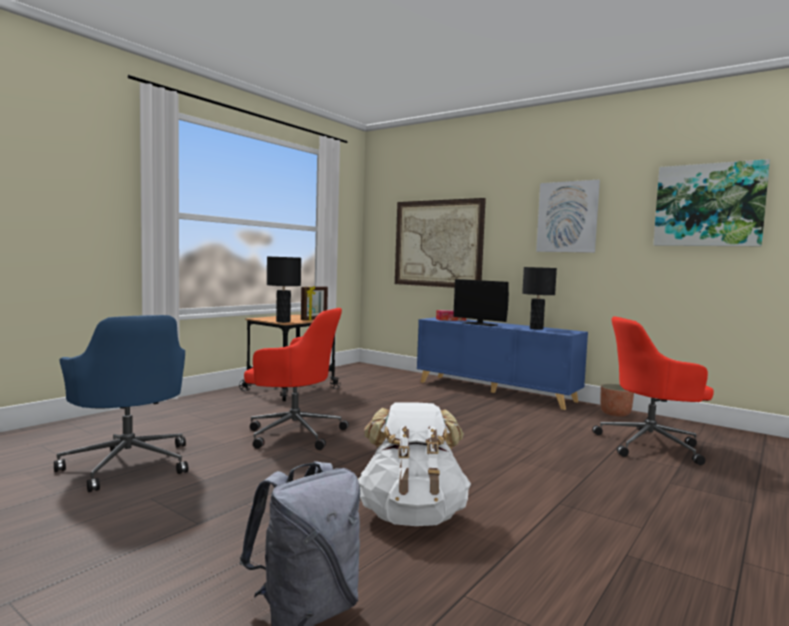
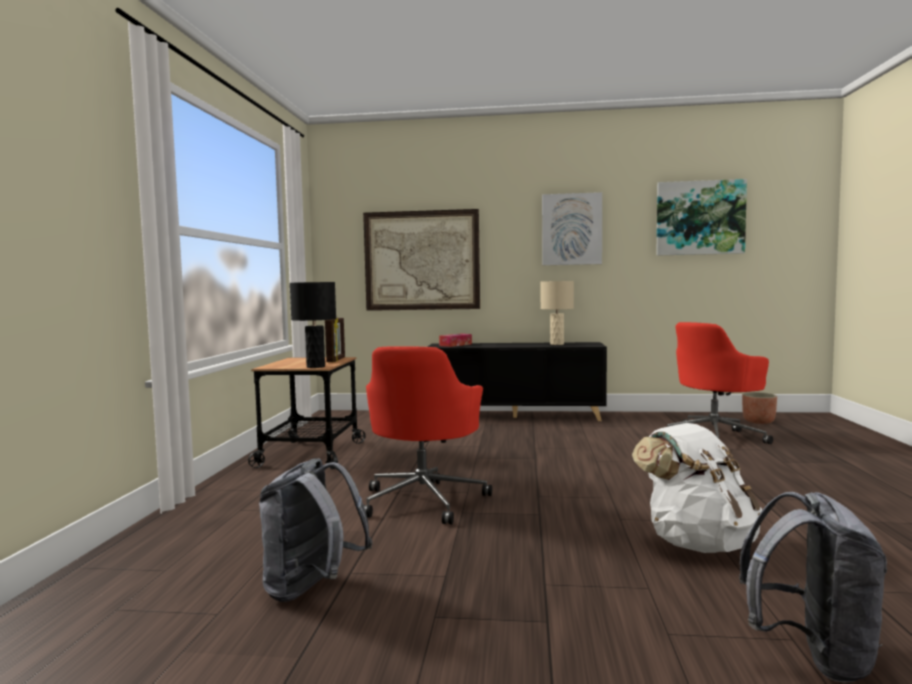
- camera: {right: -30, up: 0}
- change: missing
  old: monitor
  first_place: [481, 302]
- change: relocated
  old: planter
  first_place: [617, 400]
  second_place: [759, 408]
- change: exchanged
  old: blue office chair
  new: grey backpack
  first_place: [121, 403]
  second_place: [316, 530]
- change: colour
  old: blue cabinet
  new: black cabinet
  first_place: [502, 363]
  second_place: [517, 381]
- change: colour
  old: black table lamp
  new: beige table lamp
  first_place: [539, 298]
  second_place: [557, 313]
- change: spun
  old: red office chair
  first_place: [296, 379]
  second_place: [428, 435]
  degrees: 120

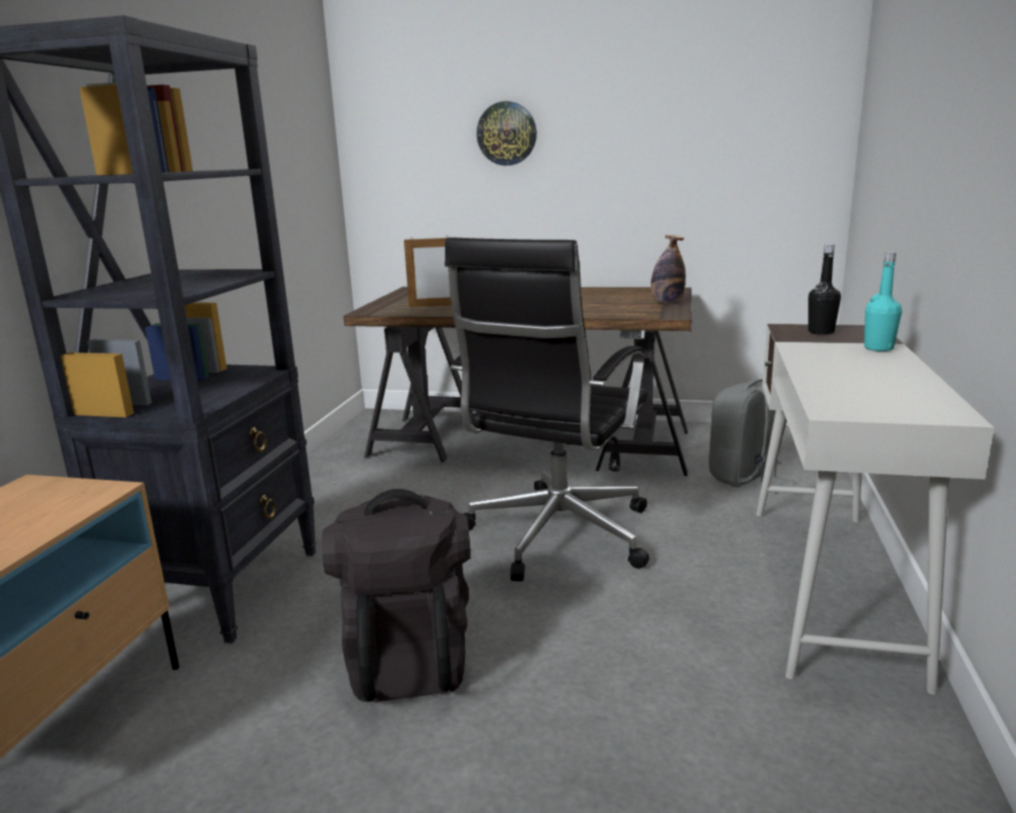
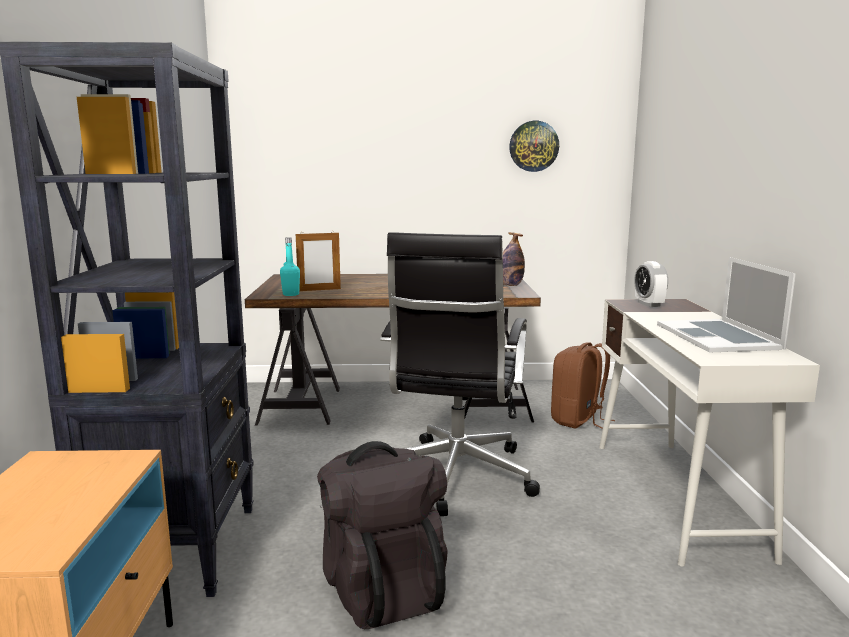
- camera: {right: -15, up: -5}
- change: appeared
  new: laptop
  second_place: [726, 305]
- change: relocated
  old: wall clock
  first_place: [507, 133]
  second_place: [534, 146]
- change: relocated
  old: turquoise bottle
  first_place: [883, 301]
  second_place: [290, 266]
- change: exchanged
  old: black bottle
  new: alarm clock
  first_place: [824, 289]
  second_place: [651, 284]
- change: colour
  old: grey backpack
  new: brown backpack
  first_place: [751, 433]
  second_place: [583, 385]

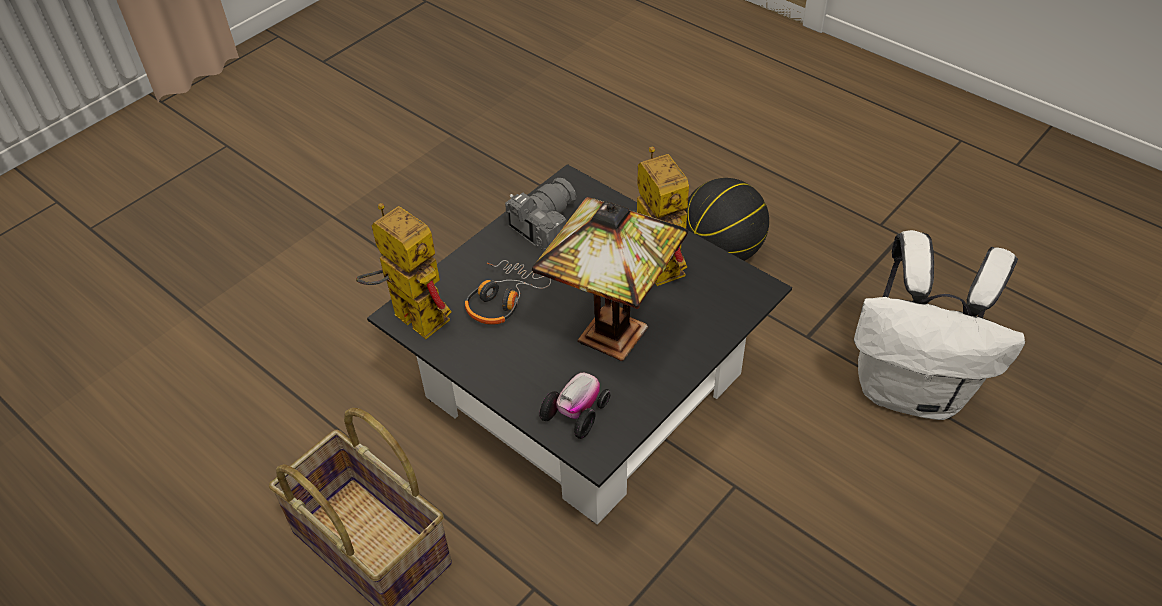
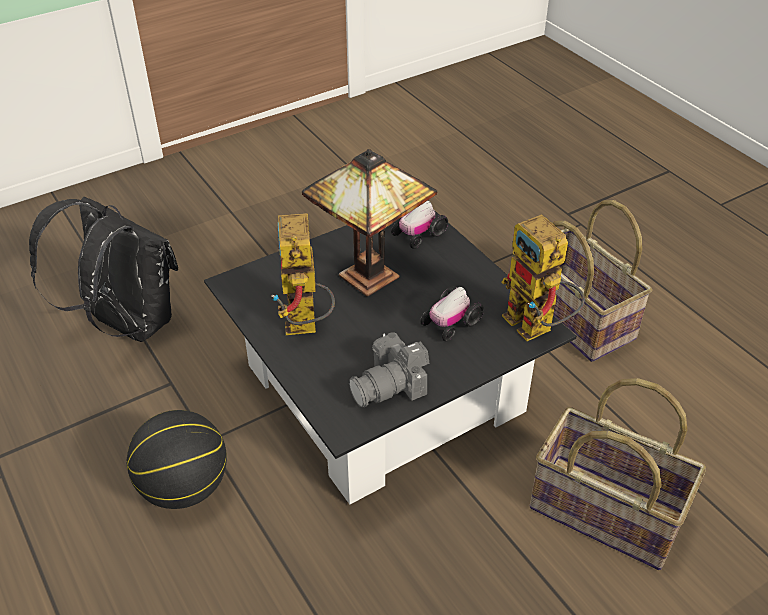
- camera: {right: -165, up: -5}
- change: appeared
  new: basket
  second_place: [618, 474]
- change: exchanged
  old: headphones
  new: toy car
  first_place: [508, 292]
  second_place: [452, 314]
- change: colour
  old: white backpack
  new: black backpack
  first_place: [939, 325]
  second_place: [103, 269]

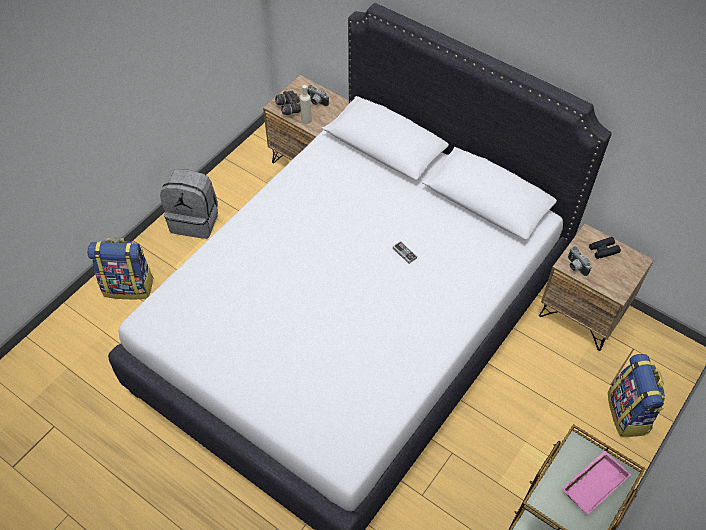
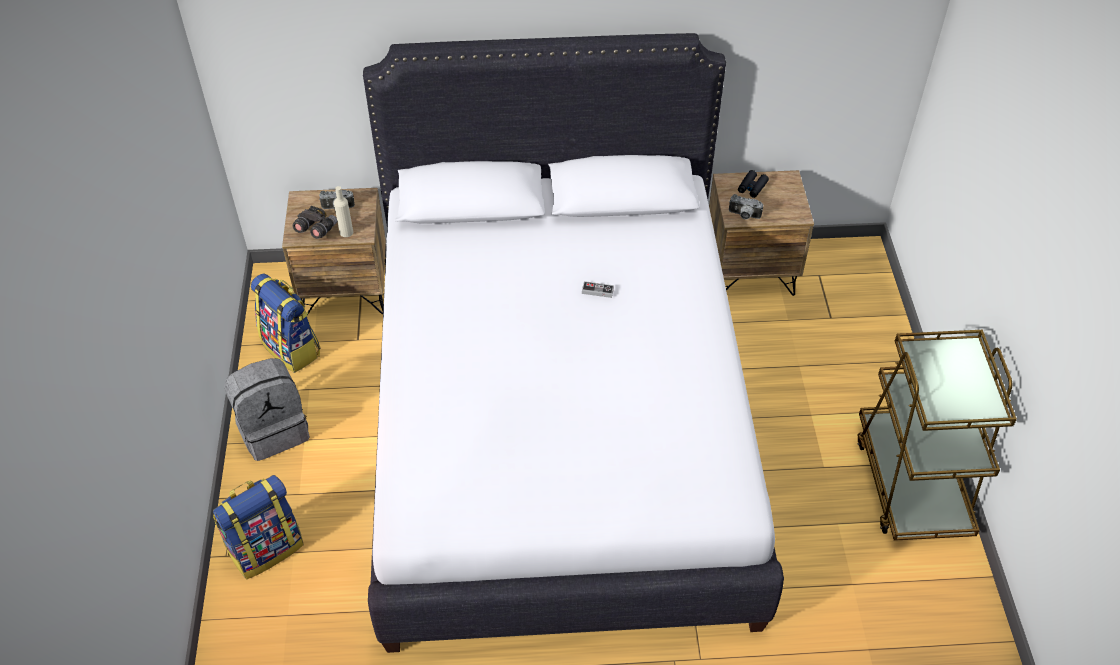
- camera: {right: -40, up: -5}
- change: missing
  old: pink tray
  first_place: [596, 482]
- change: relocated
  old: backpack
  first_place: [636, 395]
  second_place: [285, 323]

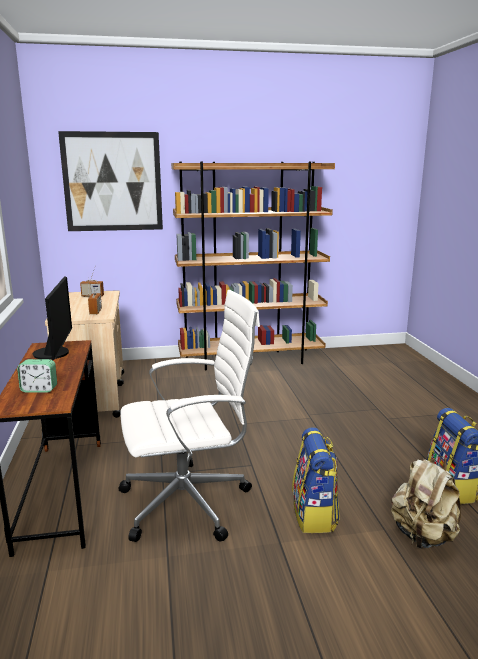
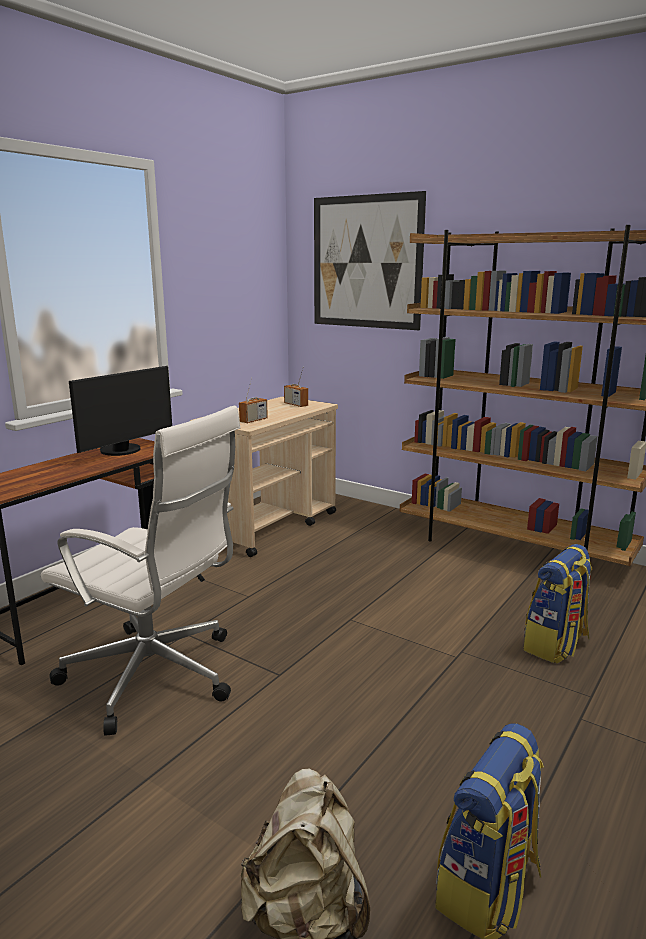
- camera: {right: 45, up: 0}
- change: missing
  old: alarm clock
  first_place: [37, 376]
- change: relocated
  old: backpack
  first_place: [316, 480]
  second_place: [558, 604]

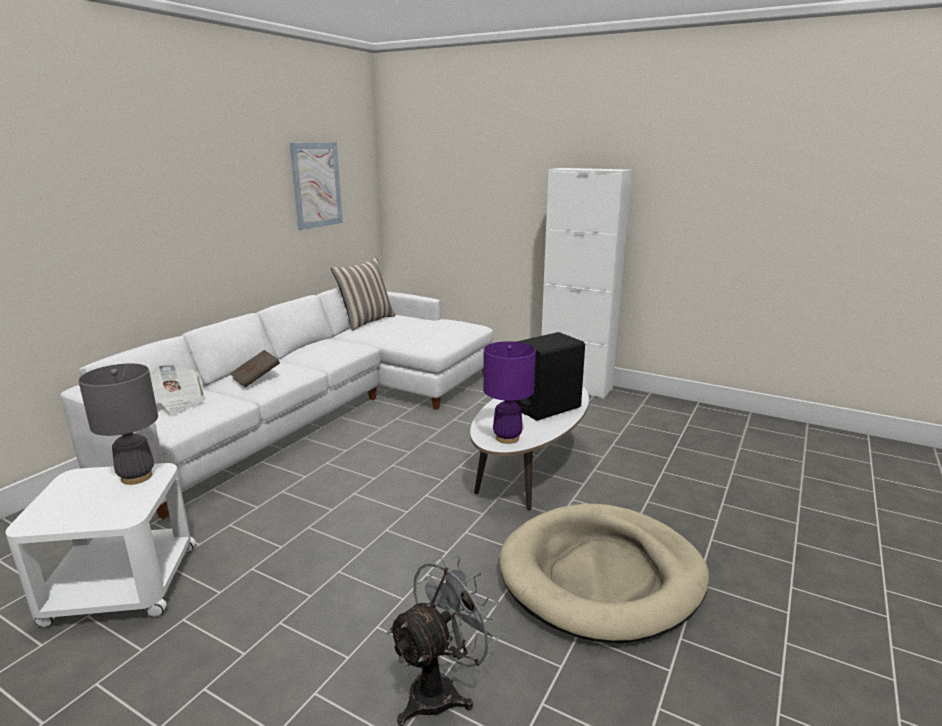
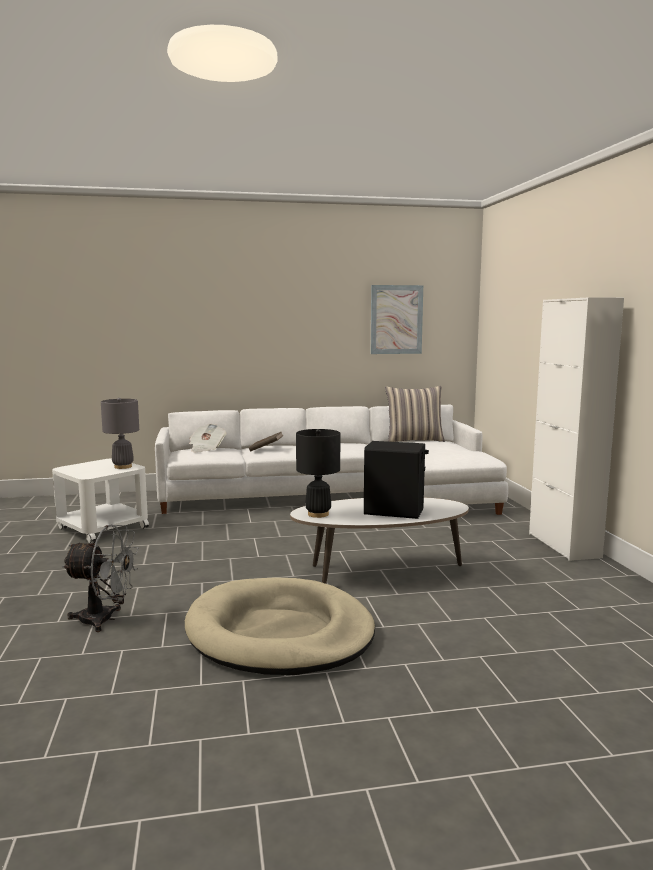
- camera: {right: 50, up: -10}
- change: colour
  old: purple table lamp
  new: black table lamp
  first_place: [509, 392]
  second_place: [318, 473]

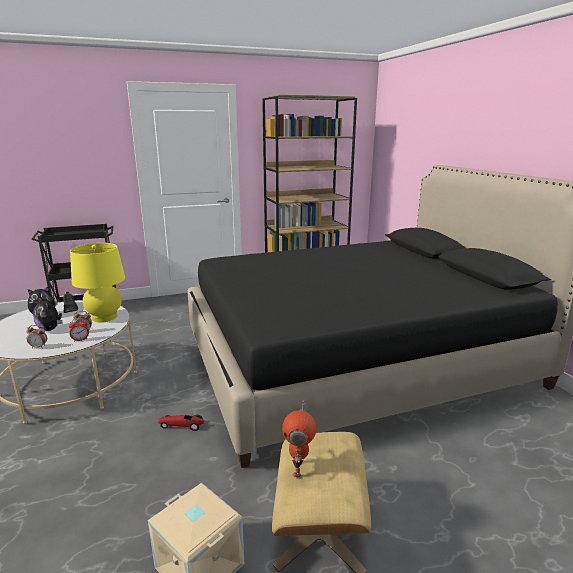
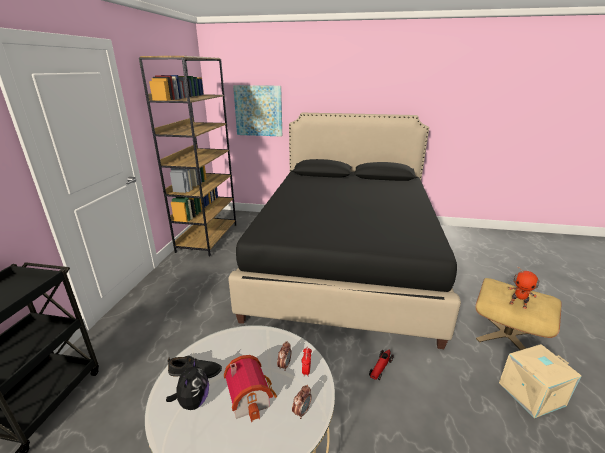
- camera: {right: -60, up: 5}
- change: missing
  old: yellow table lamp
  first_place: [97, 282]
- change: appeared
  new: picture
  second_place: [257, 111]
- change: exchanged
  old: plush toy
  new: toy house
  first_place: [48, 314]
  second_place: [250, 388]

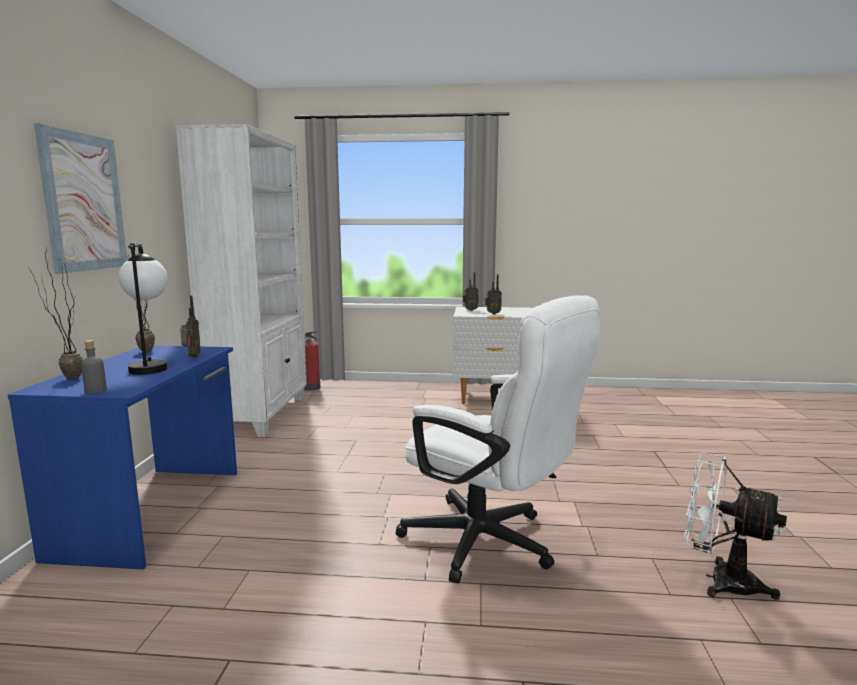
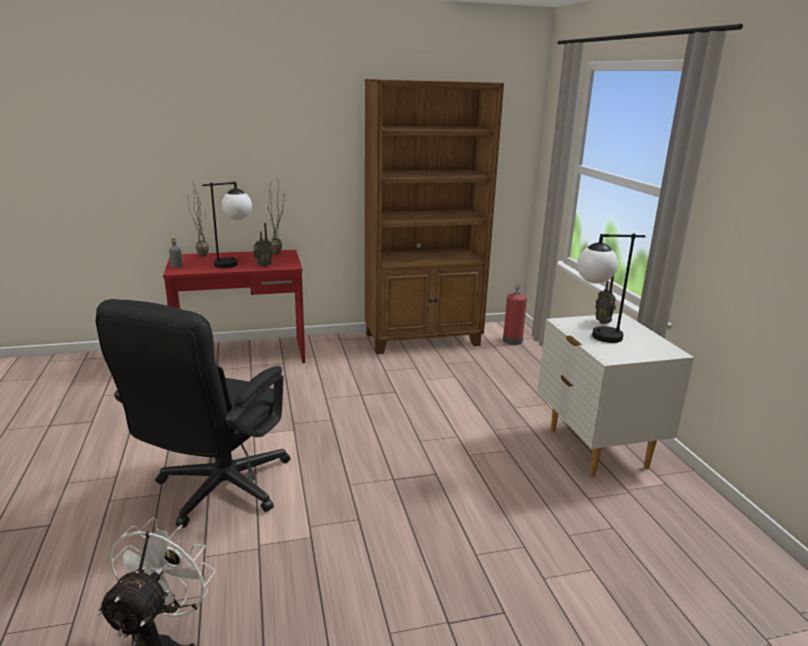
- camera: {right: 70, up: 10}
- change: missing
  old: picture
  first_place: [80, 198]
- change: exchanged
  old: radio
  new: table lamp
  first_place: [493, 294]
  second_place: [611, 288]
- change: colour
  old: blue desk
  new: red desk
  first_place: [122, 458]
  second_place: [234, 306]
- change: colour
  old: white bookcase
  new: brown bookcase
  first_place: [241, 280]
  second_place: [434, 216]
- change: colour
  old: white office chair
  new: black office chair
  first_place: [498, 439]
  second_place: [193, 413]

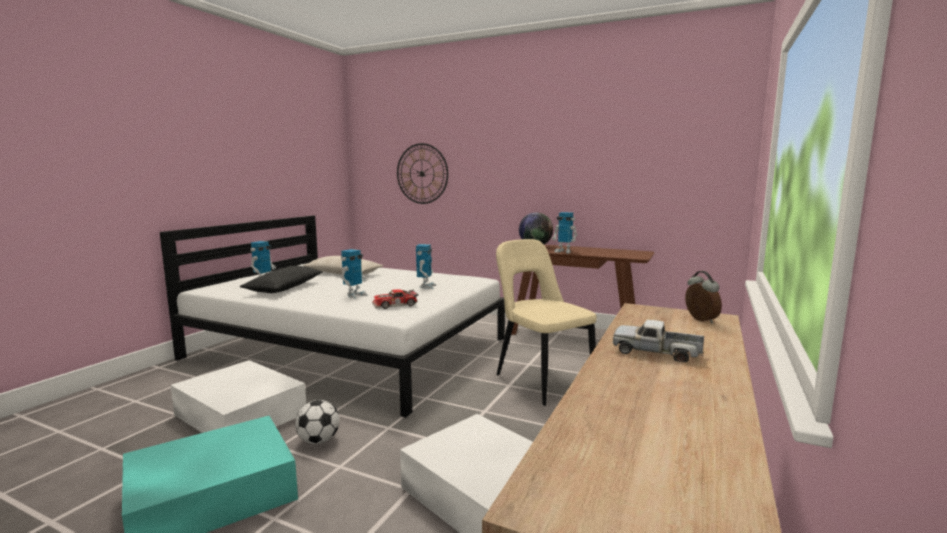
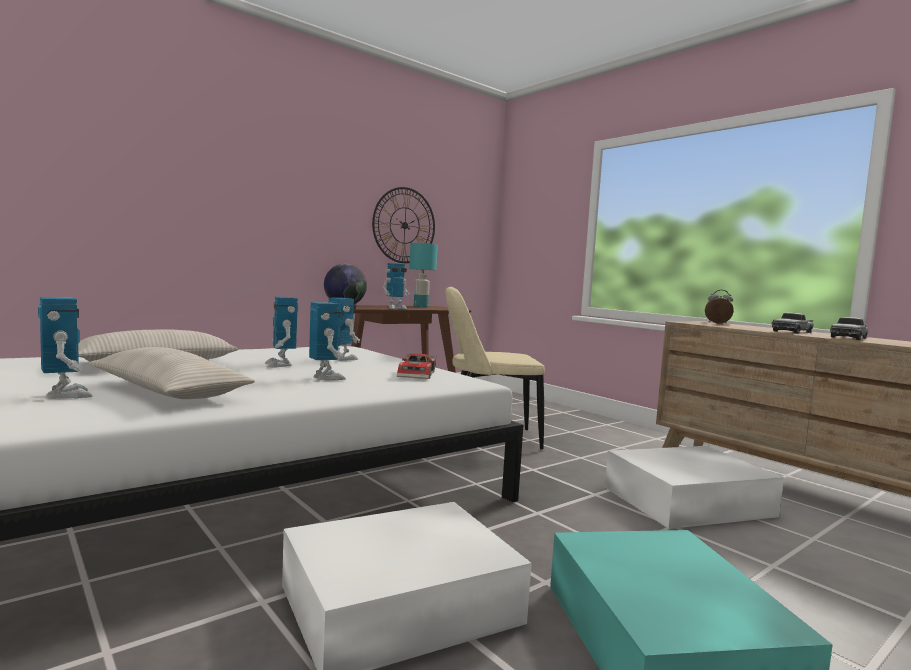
- camera: {right: -65, up: -5}
- change: missing
  old: football
  first_place: [317, 422]
- change: appeared
  new: toy robot
  second_place: [281, 332]
- change: appeared
  new: turquoise table lamp
  second_place: [423, 275]
- change: appeared
  new: toy truck
  second_place: [849, 328]
- change: relocated
  old: wall clock
  first_place: [422, 173]
  second_place: [403, 225]
- change: colour
  old: black pillow
  new: beige pillow
  first_place: [281, 279]
  second_place: [172, 373]

